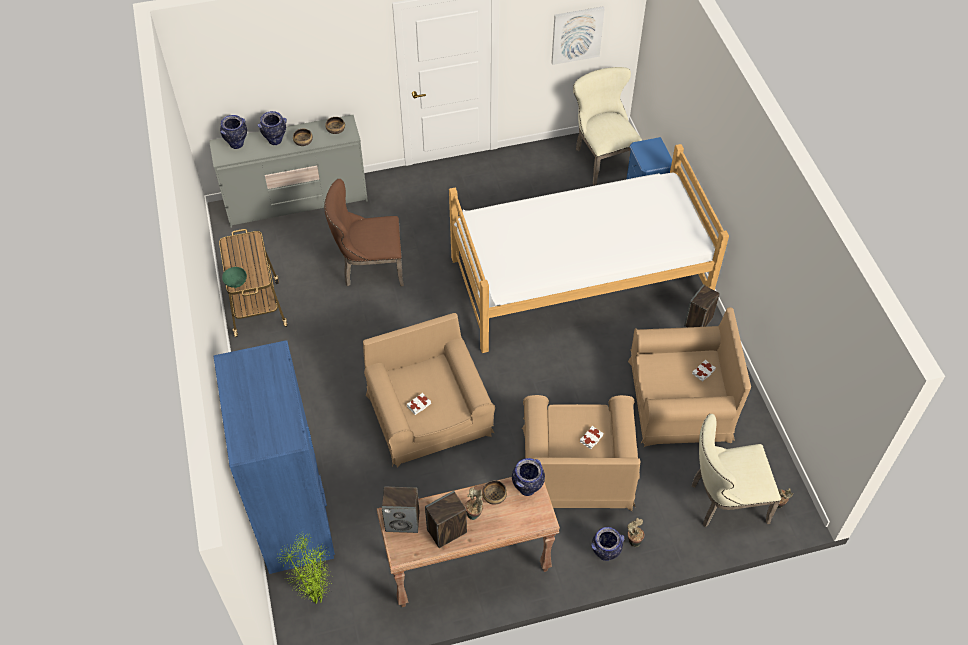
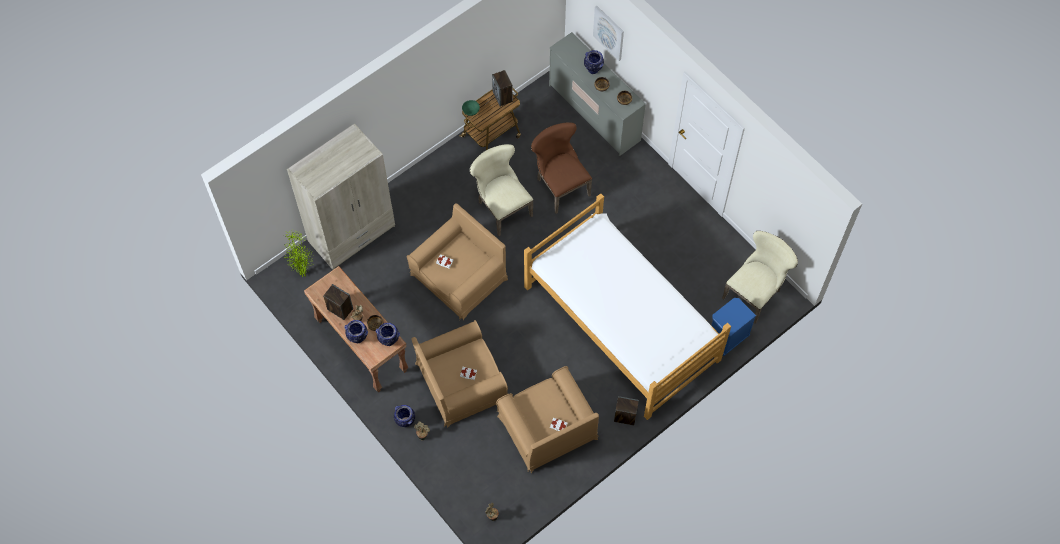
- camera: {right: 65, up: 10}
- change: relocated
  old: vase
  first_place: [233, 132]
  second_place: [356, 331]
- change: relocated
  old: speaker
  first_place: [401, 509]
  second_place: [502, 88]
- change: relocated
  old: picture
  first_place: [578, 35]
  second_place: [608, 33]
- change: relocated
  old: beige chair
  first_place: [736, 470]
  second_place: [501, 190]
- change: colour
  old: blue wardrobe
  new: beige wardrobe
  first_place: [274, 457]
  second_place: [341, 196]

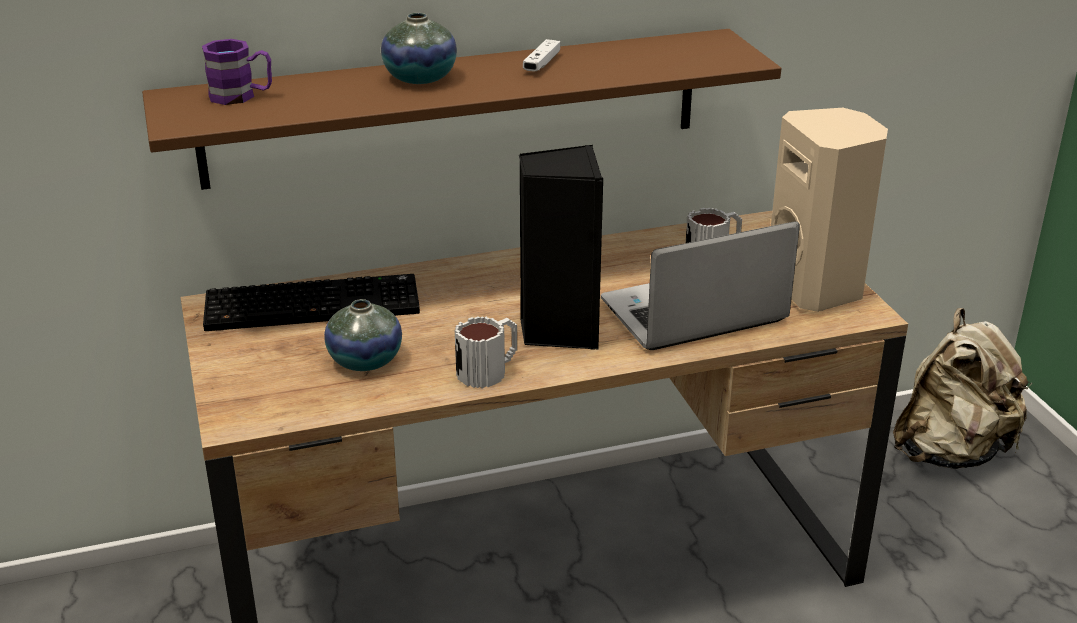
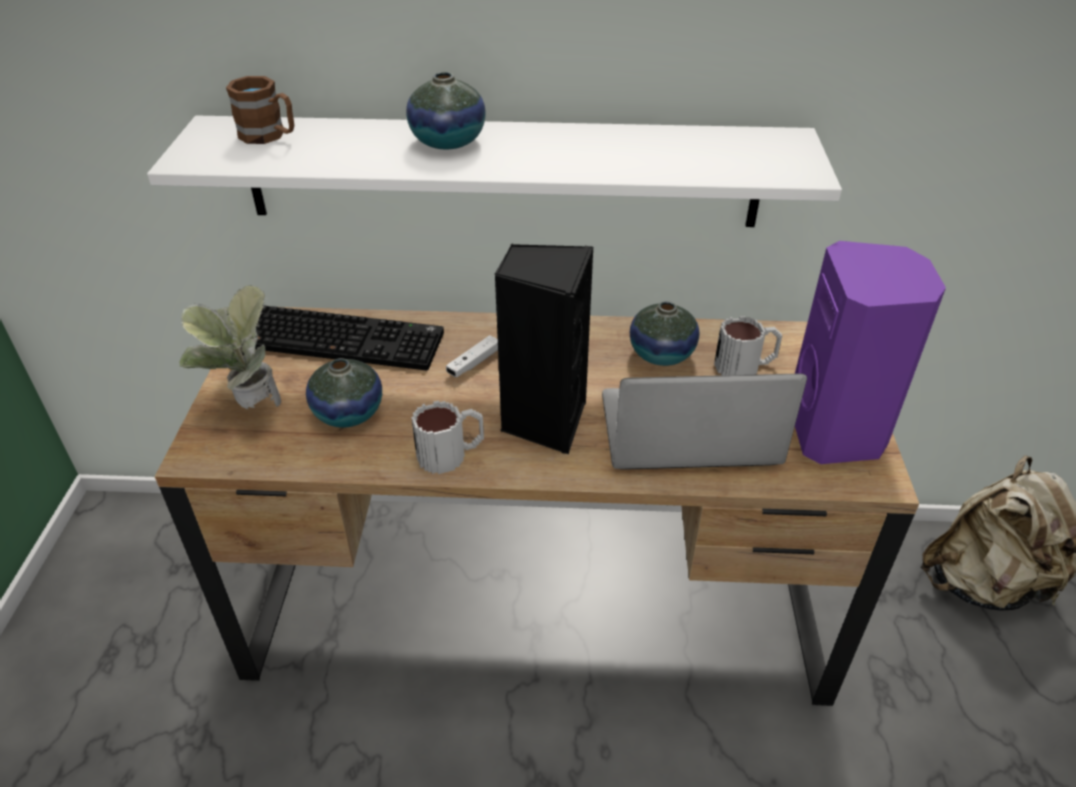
- camera: {right: 20, up: 10}
- change: appeared
  new: potted plant
  second_place: [230, 347]
- change: appeared
  new: vase
  second_place: [664, 333]
- change: relocated
  old: white game controller
  first_place: [542, 55]
  second_place: [472, 356]
- change: colour
  old: brown shelf
  new: white shelf
  first_place: [461, 109]
  second_place: [494, 171]
- change: colour
  old: purple mug
  new: brown mug
  first_place: [237, 72]
  second_place: [260, 110]
- change: colour
  old: beige speaker
  new: purple speaker
  first_place: [829, 210]
  second_place: [870, 352]

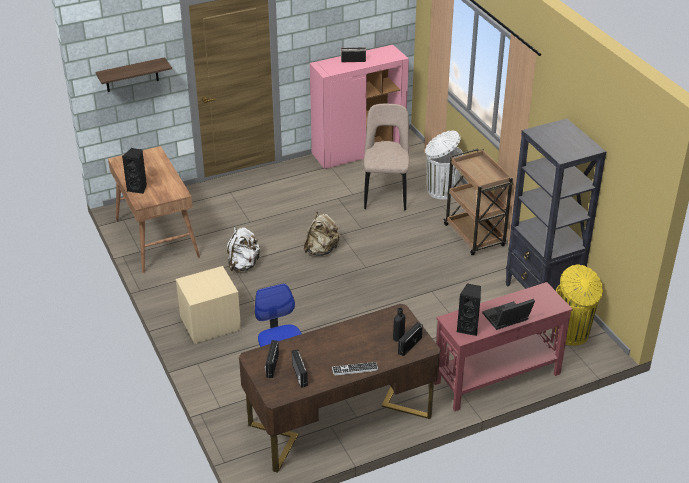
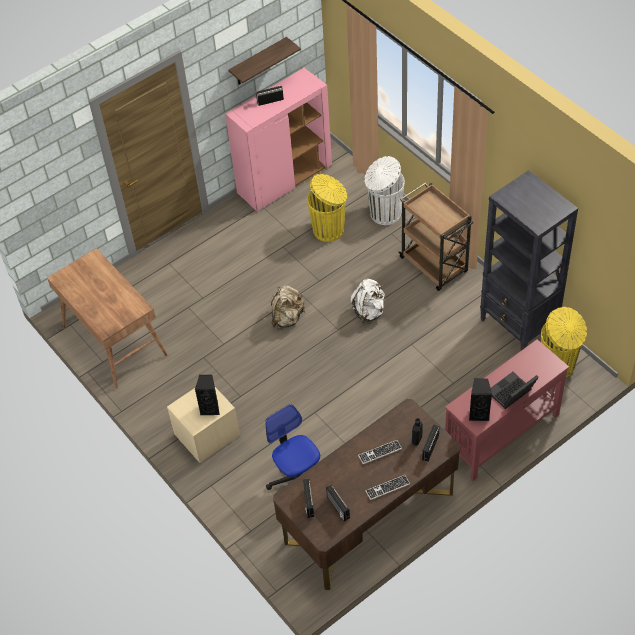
- camera: {right: -10, up: 15}
- change: appeared
  new: keyboard
  second_place: [380, 452]
- change: relocated
  old: shelf
  first_place: [133, 74]
  second_place: [265, 61]
- change: relocated
  old: black speaker
  first_place: [134, 171]
  second_place: [207, 395]
- change: relocated
  old: white backpack
  first_place: [244, 250]
  second_place: [368, 301]
- change: exchanged
  old: beige chair
  new: yellow trash can
  first_place: [386, 157]
  second_place: [327, 208]

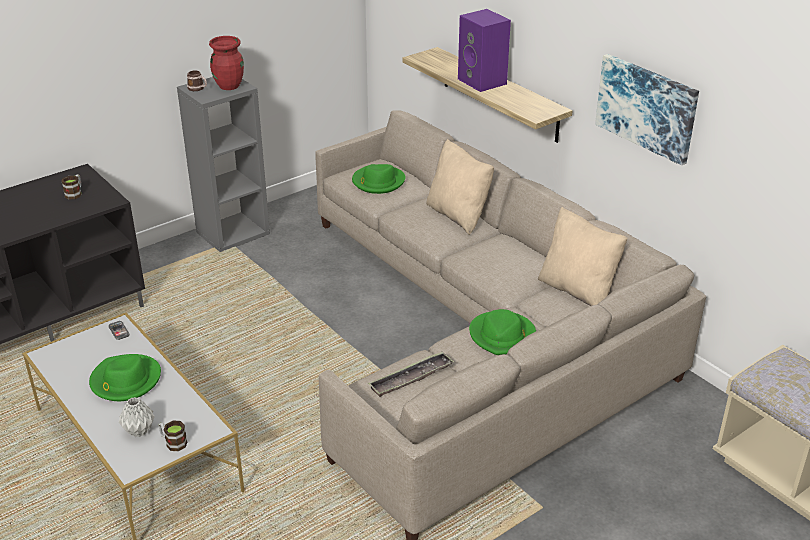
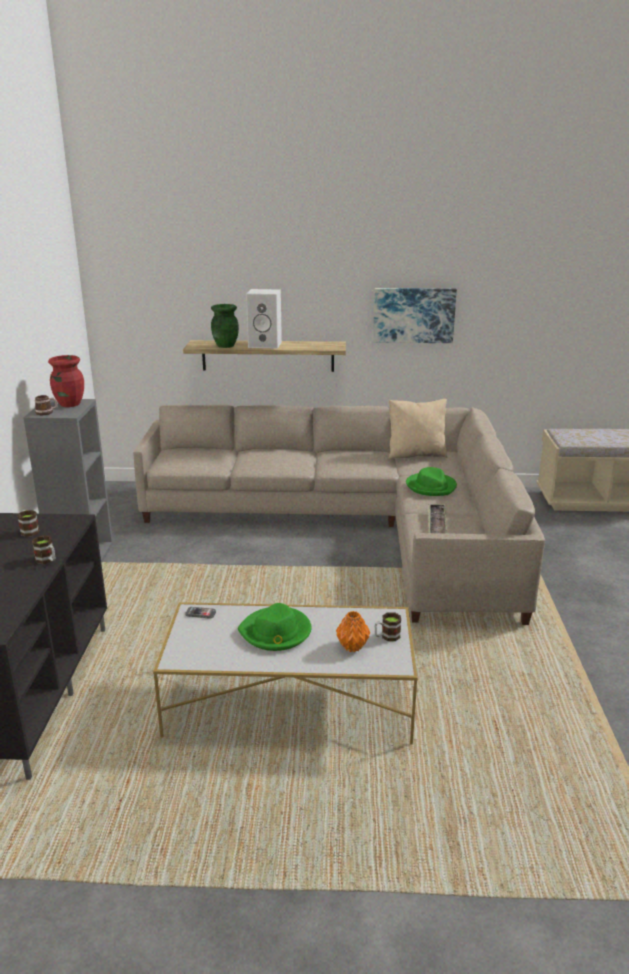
- camera: {right: -50, up: -10}
- change: missing
  old: green hat
  first_place: [379, 179]
- change: missing
  old: beige pillow
  first_place: [460, 187]
- change: appeared
  new: mug
  second_place: [43, 549]
- change: appeared
  new: green vase
  second_place: [225, 326]
- change: colour
  old: grey vase
  new: orange vase
  first_place: [137, 417]
  second_place: [353, 631]
- change: colour
  old: purple speaker
  new: white speaker
  first_place: [484, 50]
  second_place: [264, 319]

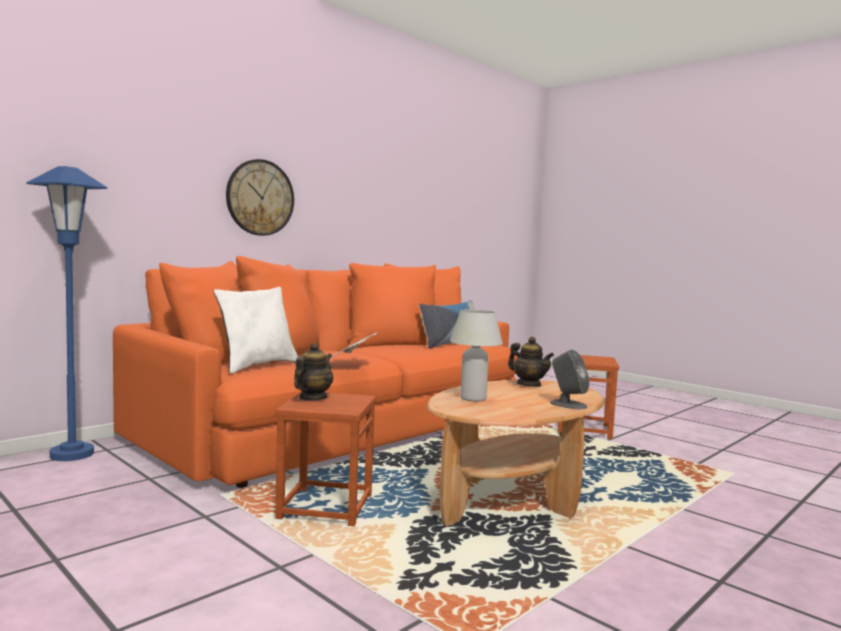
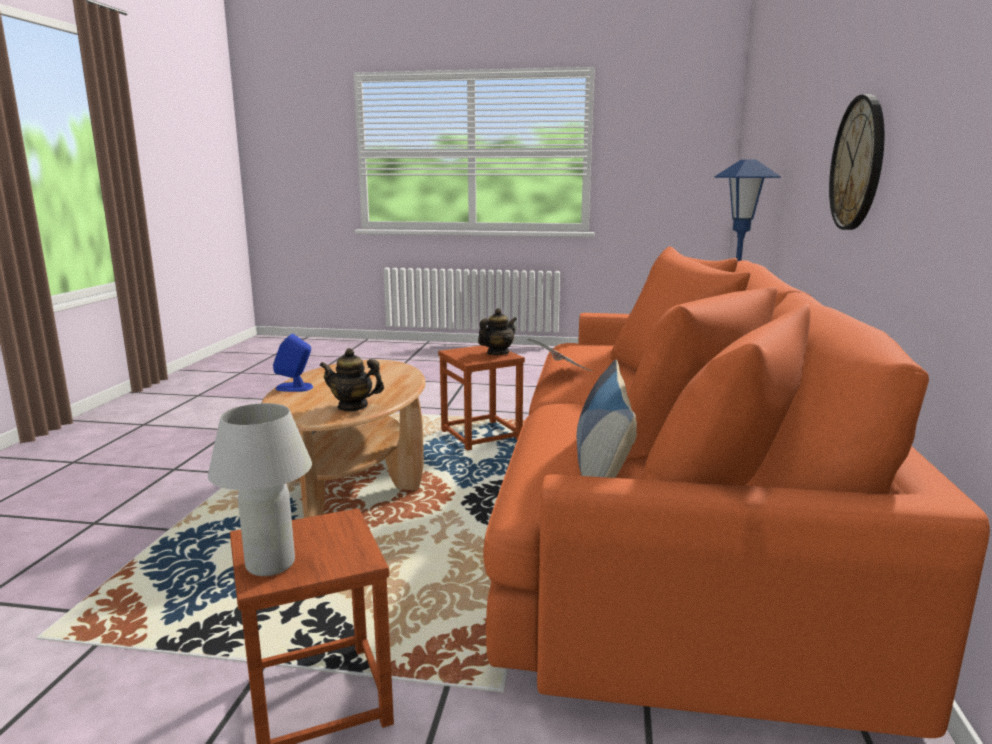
- camera: {right: 145, up: 10}
- change: missing
  old: white pillow
  first_place: [255, 330]
- change: relocated
  old: white table lamp
  first_place: [476, 356]
  second_place: [260, 489]
- change: colour
  old: grey speaker
  new: blue speaker
  first_place: [570, 379]
  second_place: [293, 363]
- change: spun
  old: teapot
  first_place: [313, 371]
  second_place: [497, 331]
  degrees: -120

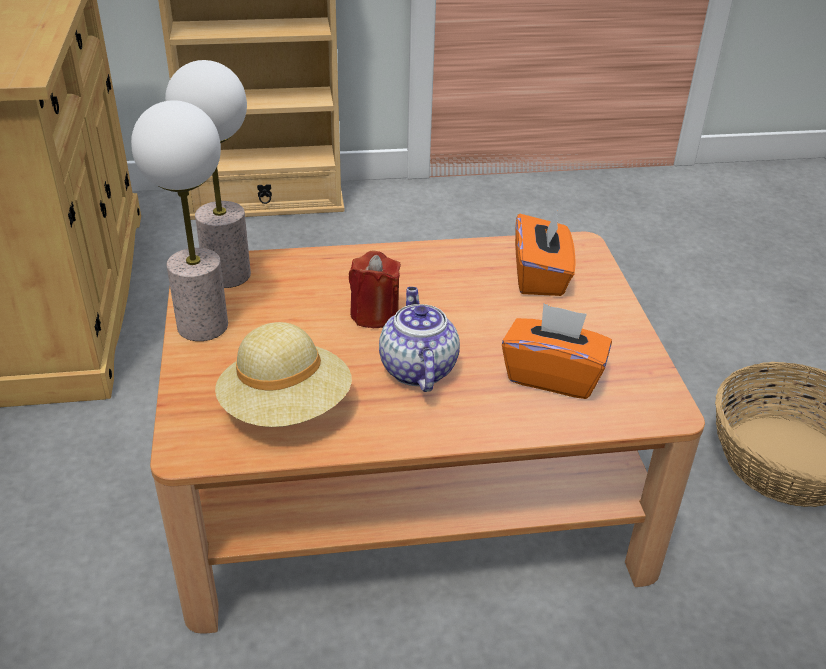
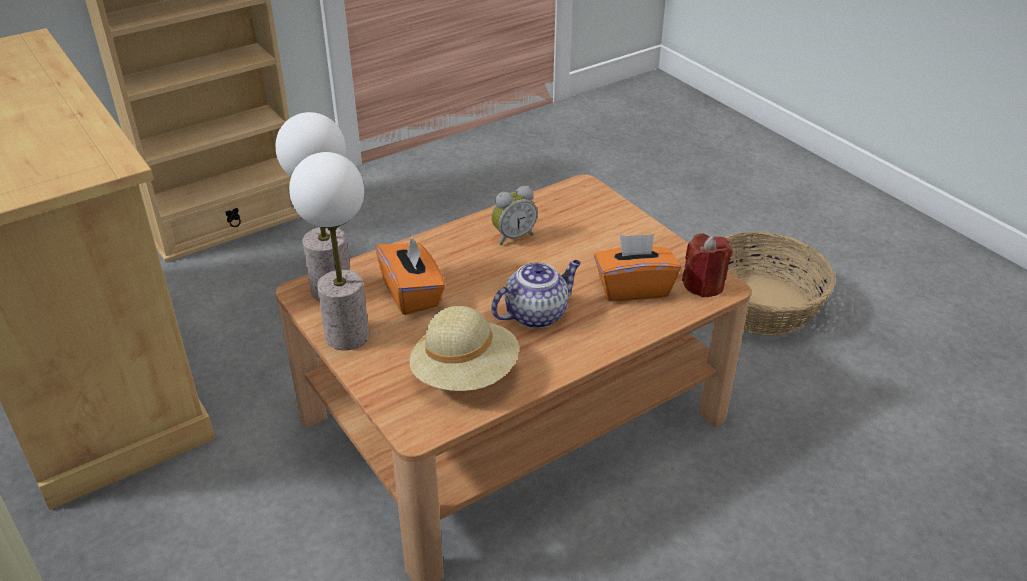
- camera: {right: -25, up: 0}
- change: appeared
  new: alarm clock
  second_place: [514, 215]
- change: relocated
  old: red candle
  first_place: [375, 289]
  second_place: [707, 265]
- change: relocated
  old: orange tissue box
  first_place: [545, 253]
  second_place: [410, 274]
- change: spun
  old: teapot
  first_place: [419, 339]
  second_place: [536, 294]
  degrees: 90

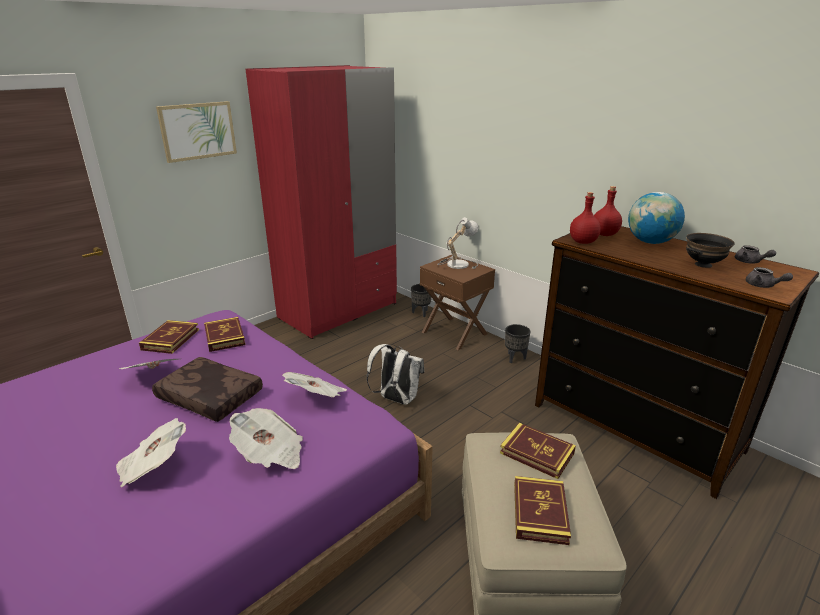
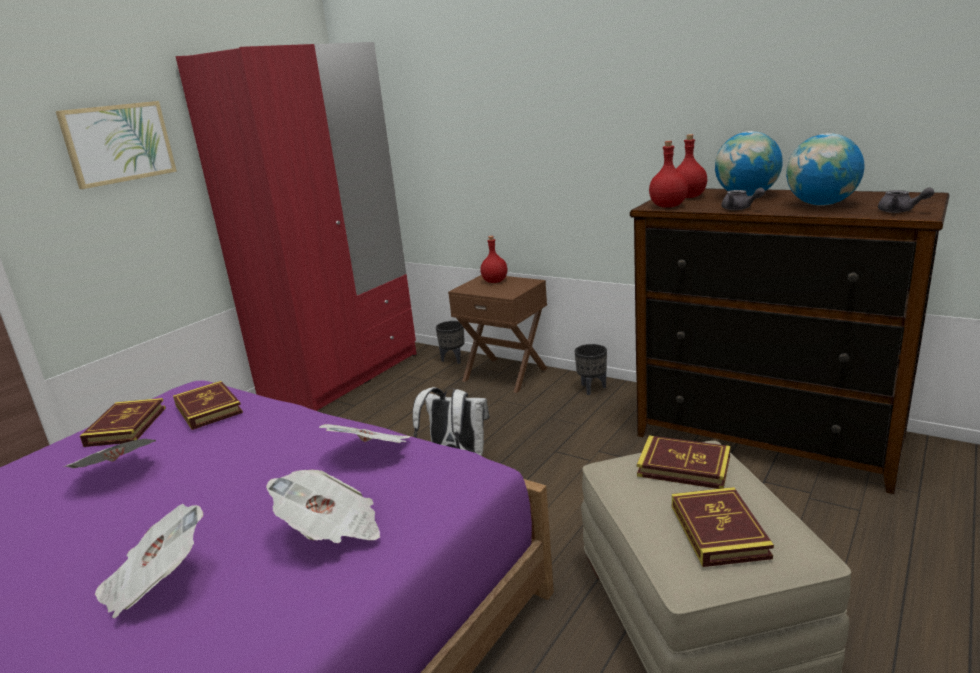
- camera: {right: -10, up: -5}
- change: missing
  old: brown pillow
  first_place: [207, 389]
- change: relocated
  old: grey teapot
  first_place: [755, 254]
  second_place: [743, 199]
- change: exchanged
  old: table lamp
  new: red bottle
  first_place: [457, 243]
  second_place: [494, 259]
- change: exchanged
  old: black bowl
  new: globe
  first_place: [710, 250]
  second_place: [825, 169]

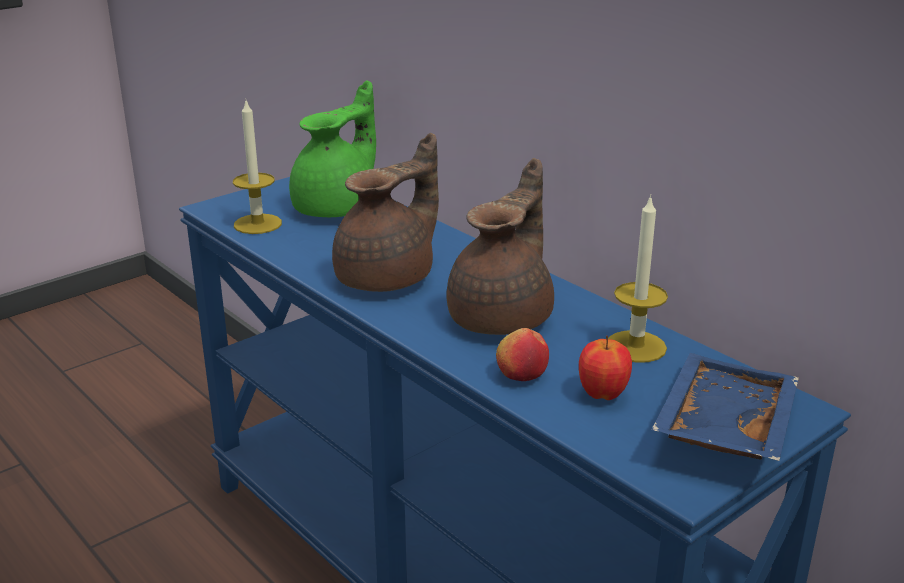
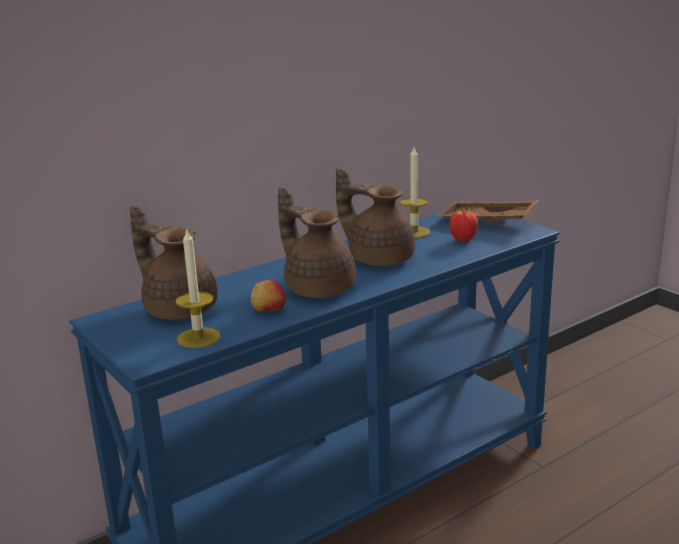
- camera: {right: -85, up: -5}
- change: relocated
  old: apple
  first_place: [522, 354]
  second_place: [268, 296]
- change: colour
  old: green teapot
  new: brown teapot
  first_place: [332, 148]
  second_place: [174, 262]
- change: colour
  old: blue tray
  new: brown tray
  first_place: [725, 407]
  second_place: [488, 210]

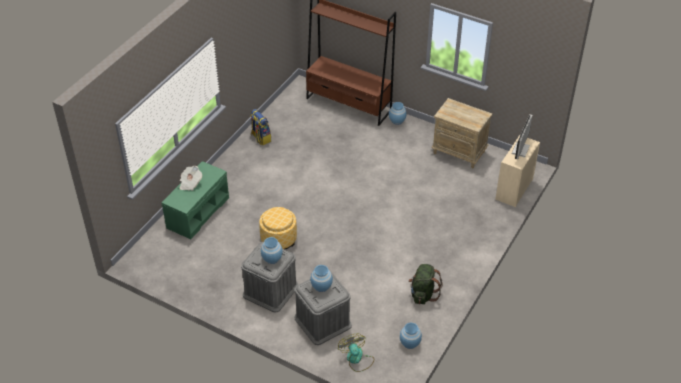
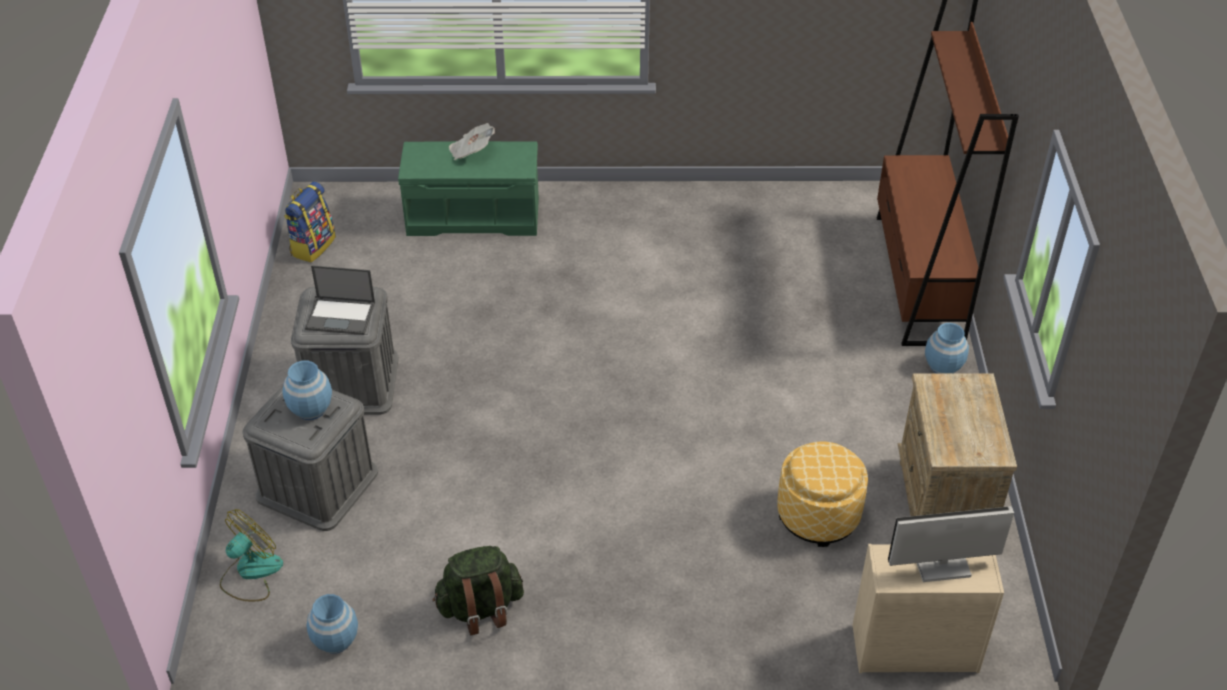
- camera: {right: 60, up: 0}
- change: relocated
  old: backpack
  first_place: [260, 127]
  second_place: [310, 222]
- change: relocated
  old: ottoman
  first_place: [278, 228]
  second_place: [822, 494]
- change: exchanged
  old: blue vase
  new: laptop
  first_place: [272, 250]
  second_place: [340, 300]

